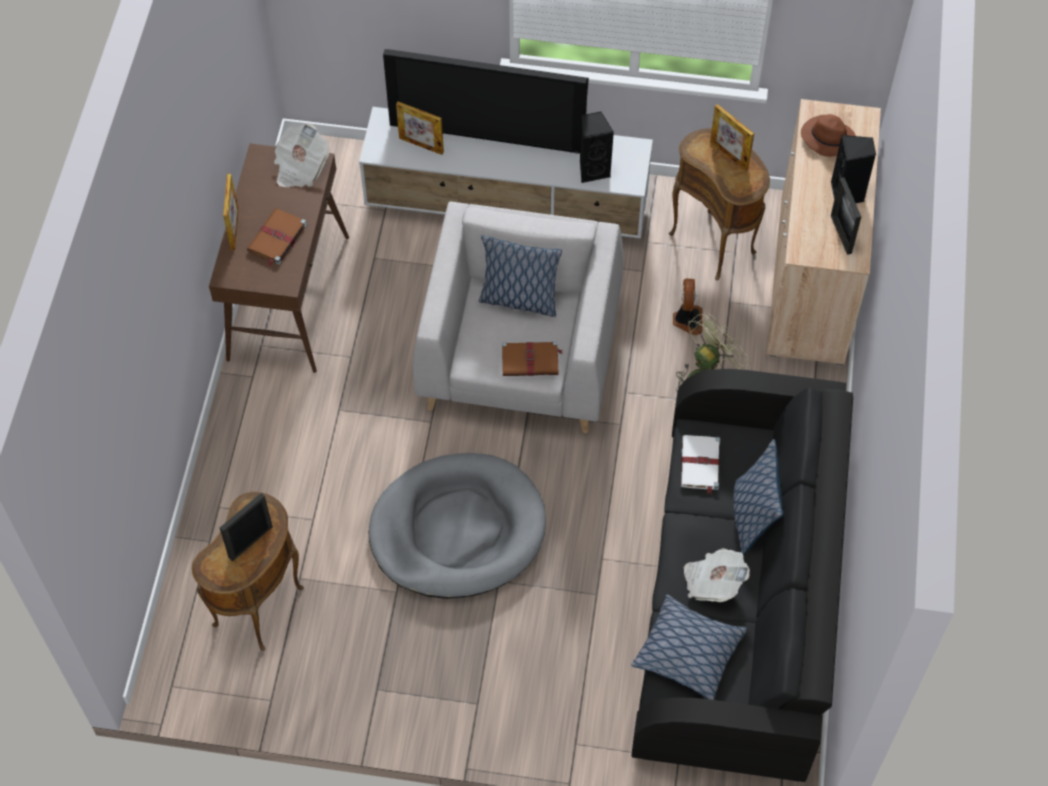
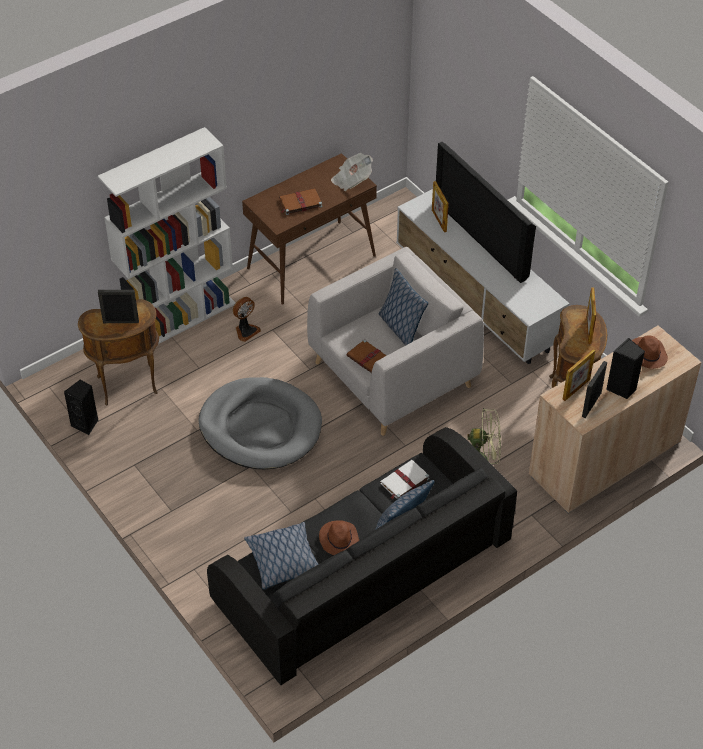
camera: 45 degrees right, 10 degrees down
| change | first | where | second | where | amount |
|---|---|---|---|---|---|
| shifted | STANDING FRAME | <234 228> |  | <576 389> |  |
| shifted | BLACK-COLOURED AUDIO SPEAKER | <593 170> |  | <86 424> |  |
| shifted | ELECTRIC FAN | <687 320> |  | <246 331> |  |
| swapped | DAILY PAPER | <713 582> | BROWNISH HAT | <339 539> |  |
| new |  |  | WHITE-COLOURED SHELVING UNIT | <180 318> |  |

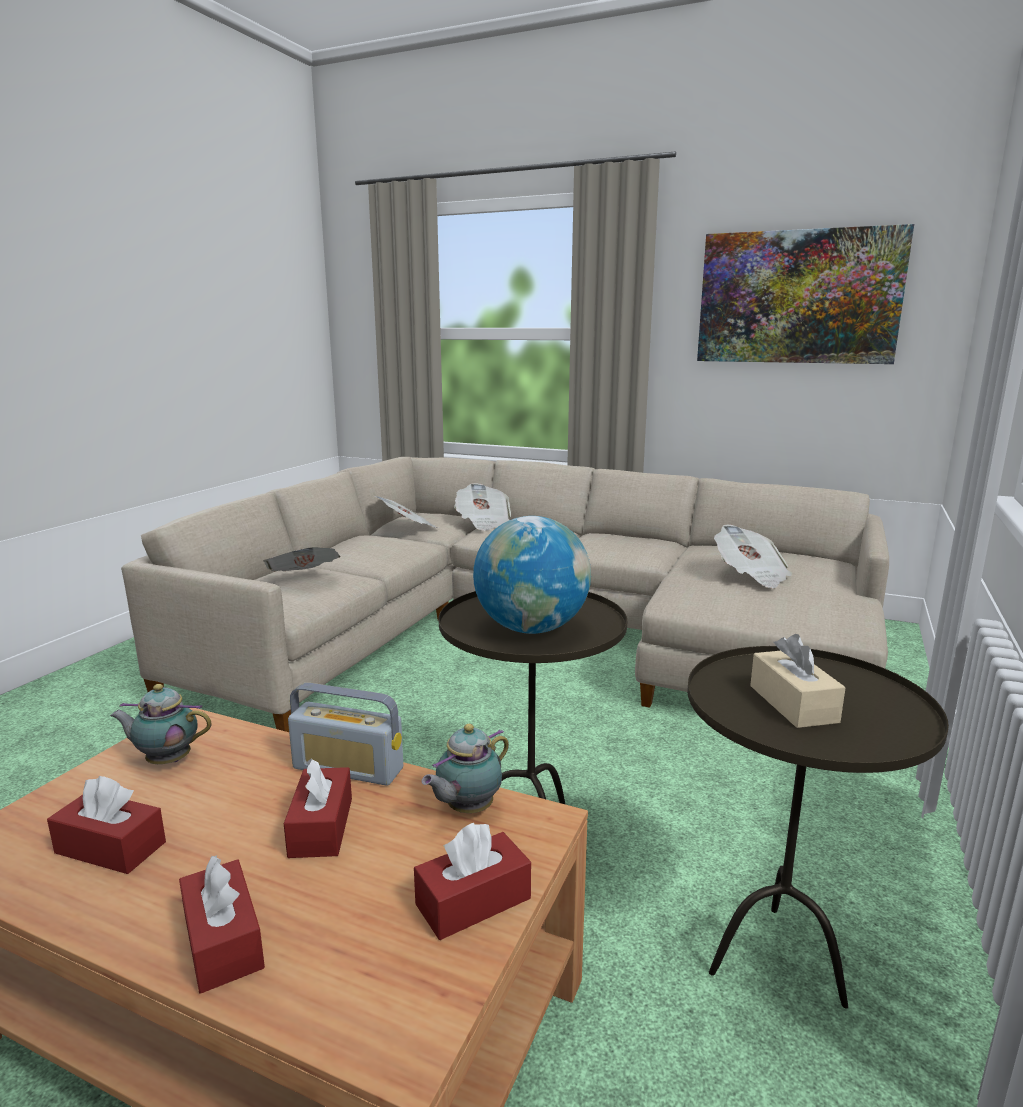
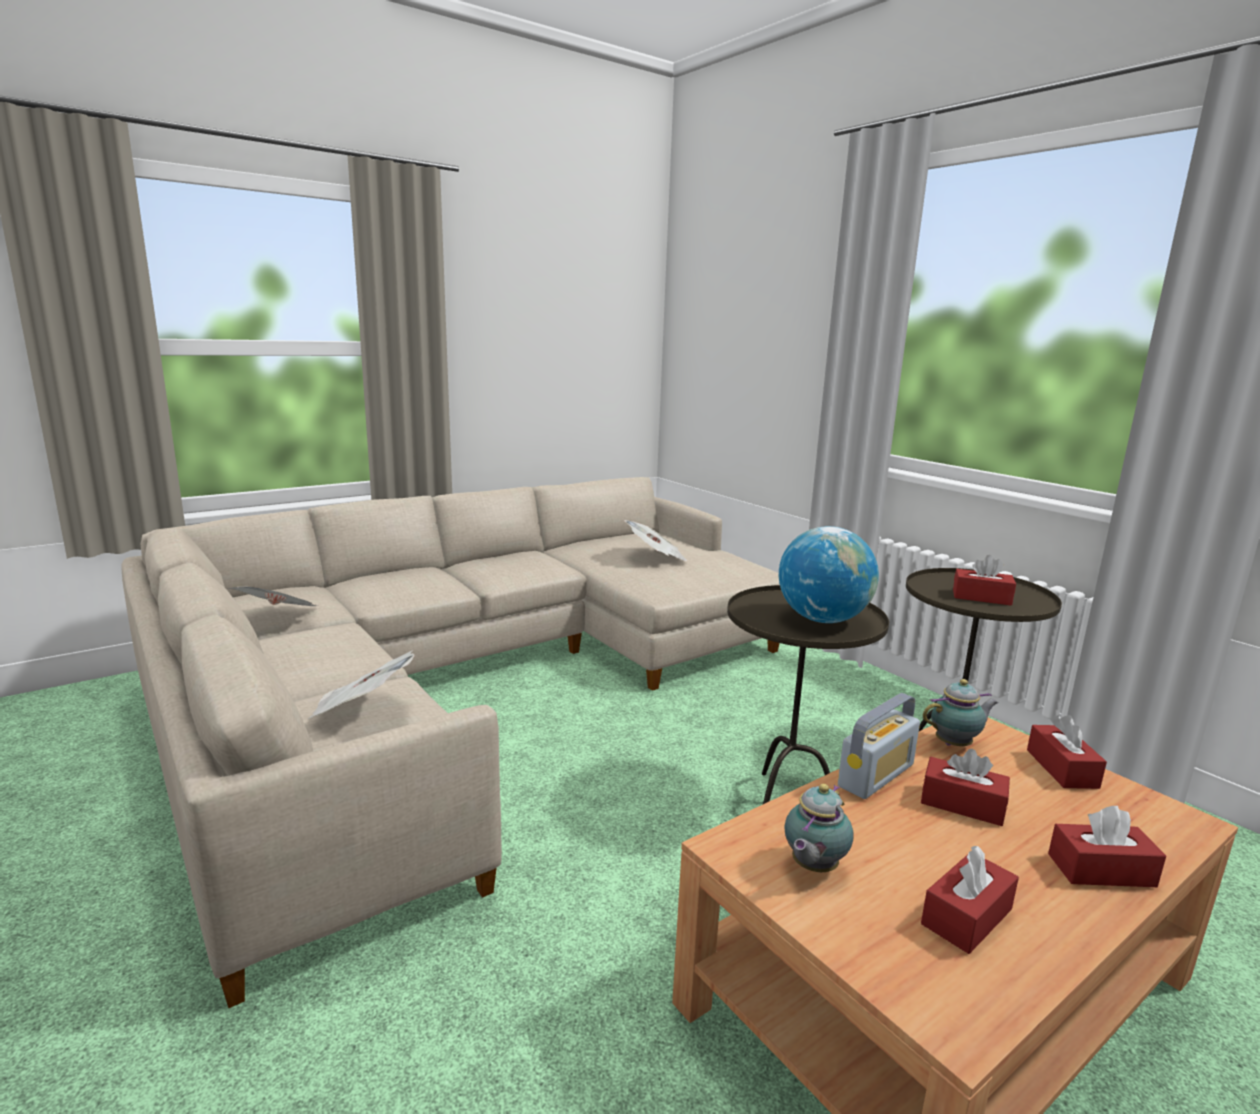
camera: 60 degrees left, 0 degrees up
| change | first | where | second | where | amount |
|---|---|---|---|---|---|
| rotated | TEA POT | <467 809> |  | <955 744> | 90 degrees counterclockwise |
| gone | DAILY PAPER | <483 523> |  |  |  |
| gone | PICTURE | <798 297> |  |  |  |
| repainted | SAND-COLOURED TISSUE BOX | <793 704> | RED-COLOURED TISSUE BOX | <981 597> |  |

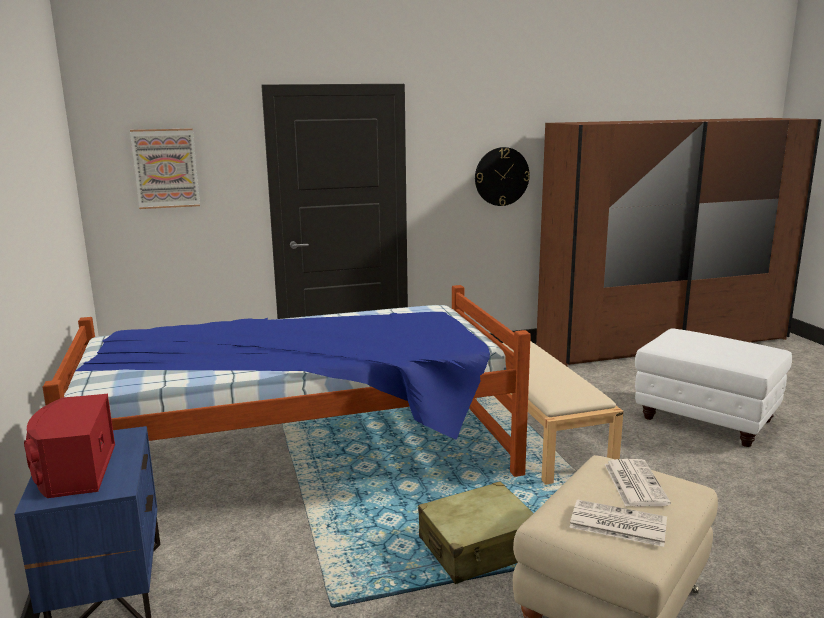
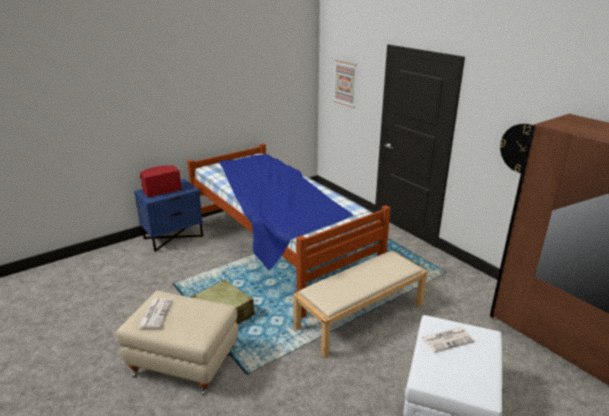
camera: 70 degrees right, 10 degrees up
| change | first | where | second | where | amount |
|---|---|---|---|---|---|
| shifted | DAILY PAPER | <634 483> |  | <447 339> |  |

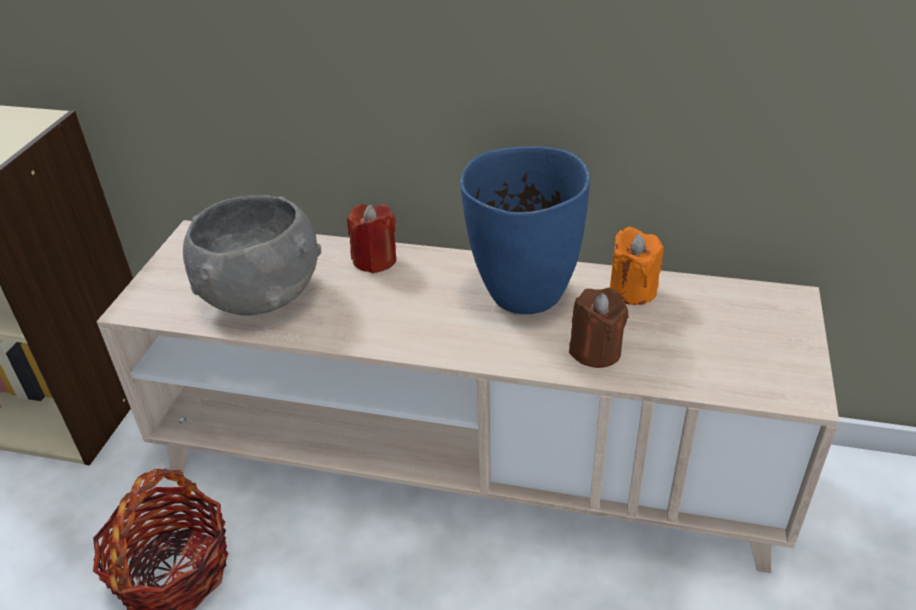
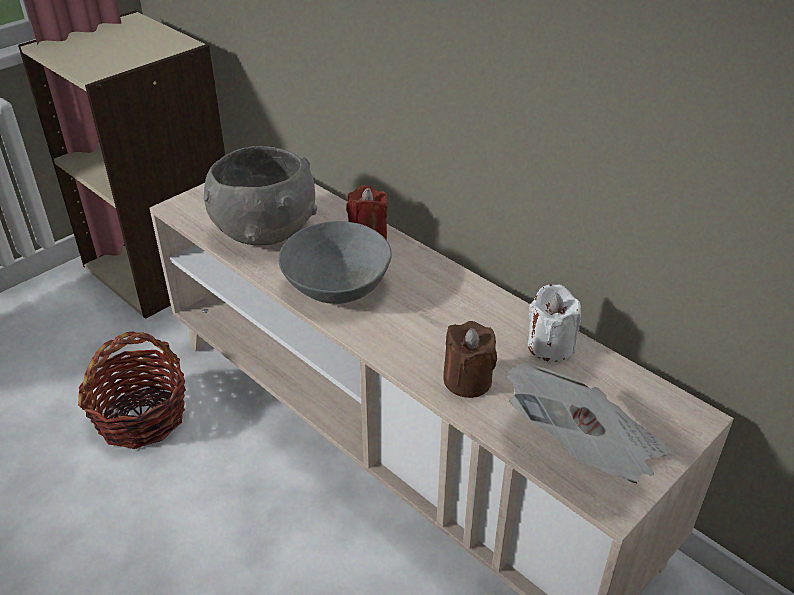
camera: 30 degrees right, 0 degrees up
| change | first | where | second | where | amount |
|---|---|---|---|---|---|
| gone | BLUISH DECORATIVE VASE | <523 294> |  |  |  |
| repainted | ORANGE-COLOURED WAX CANDLE | <632 290> | WHITE-COLOURED WAX CANDLE | <550 346> |  |
| new |  |  | GREY DEEP DISH | <336 285> |  |
| new |  |  | DAILY PAPER | <584 452> |  |

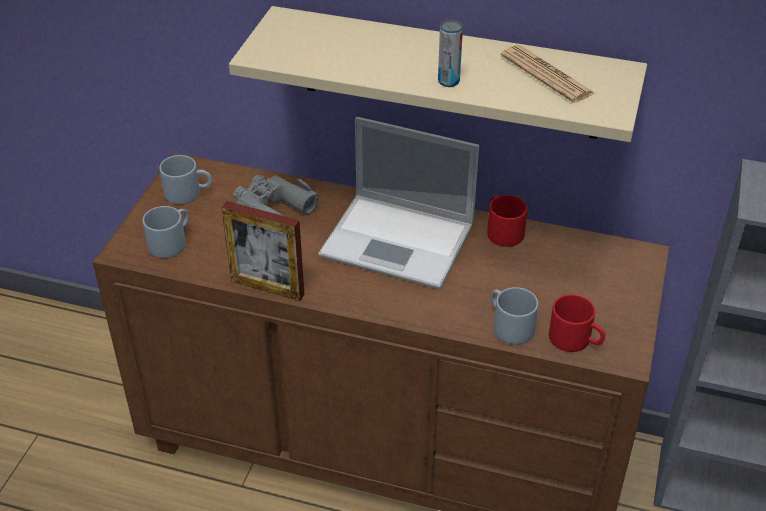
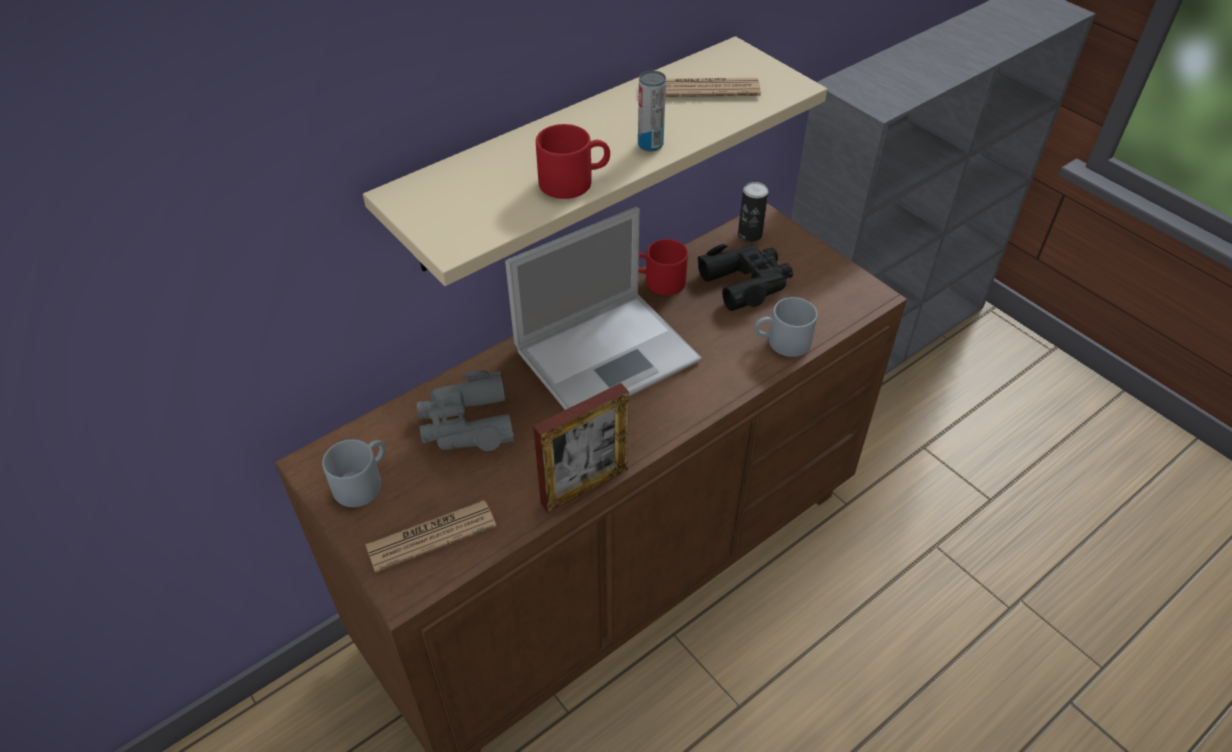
camera: 55 degrees left, 5 degrees up
| change | first | where | second | where | amount |
|---|---|---|---|---|---|
| swapped | GREY MUG | <171 241> | DAILY PAPER | <431 536> |  |
| shifted | RED-COLOURED MUG | <576 340> |  | <574 180> |  |
| new |  |  | BLACK-COLOURED PAIR OF BINOCULARS | <746 282> |  |
| new |  |  | METAL CAN | <750 235> |  |

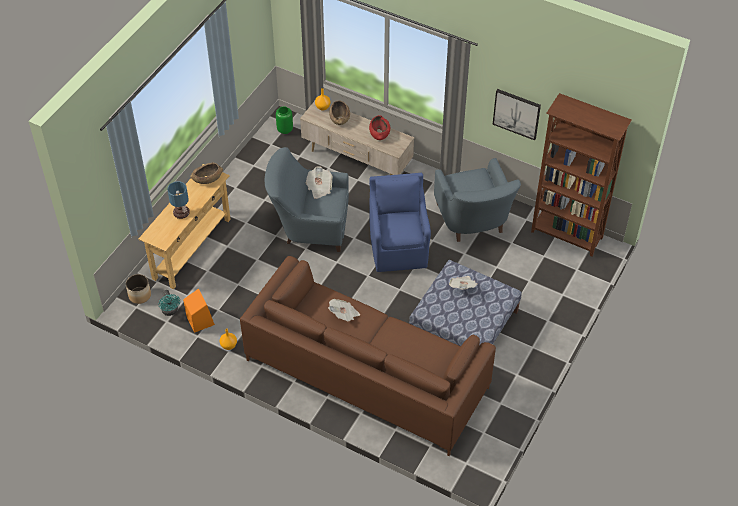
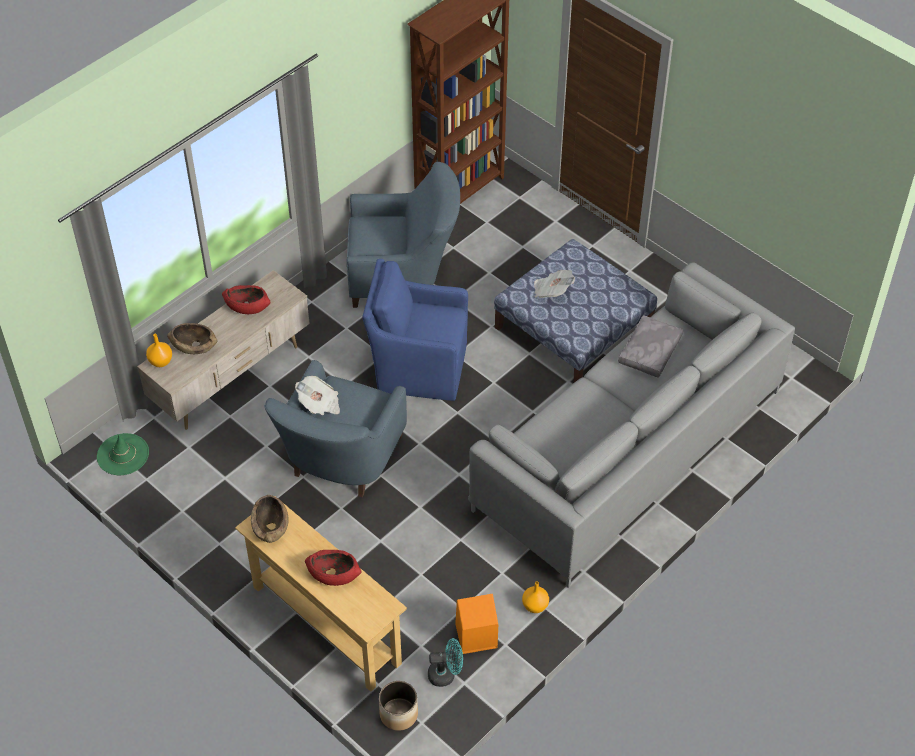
camera: 75 degrees left, 0 degrees up
| change | first | where | second | where | amount |
|---|---|---|---|---|---|
| swapped | TABLE LAMP | <180 213> | RED-COLOURED DEEP DISH | <333 574> |  |
| repainted | BROWNISH COUCH | <367 373> | GREY COUCH | <628 449> |  |
| swapped | GREENISH DECORATIVE VASE | <285 129> | GREENISH HAT | <123 454> |  |
| gone | DAILY PAPER | <344 315> |  |  |  |
| gone | PICTURE | <516 113> |  |  |  |
| new |  |  | GREY CUSHION | <650 352> |  |

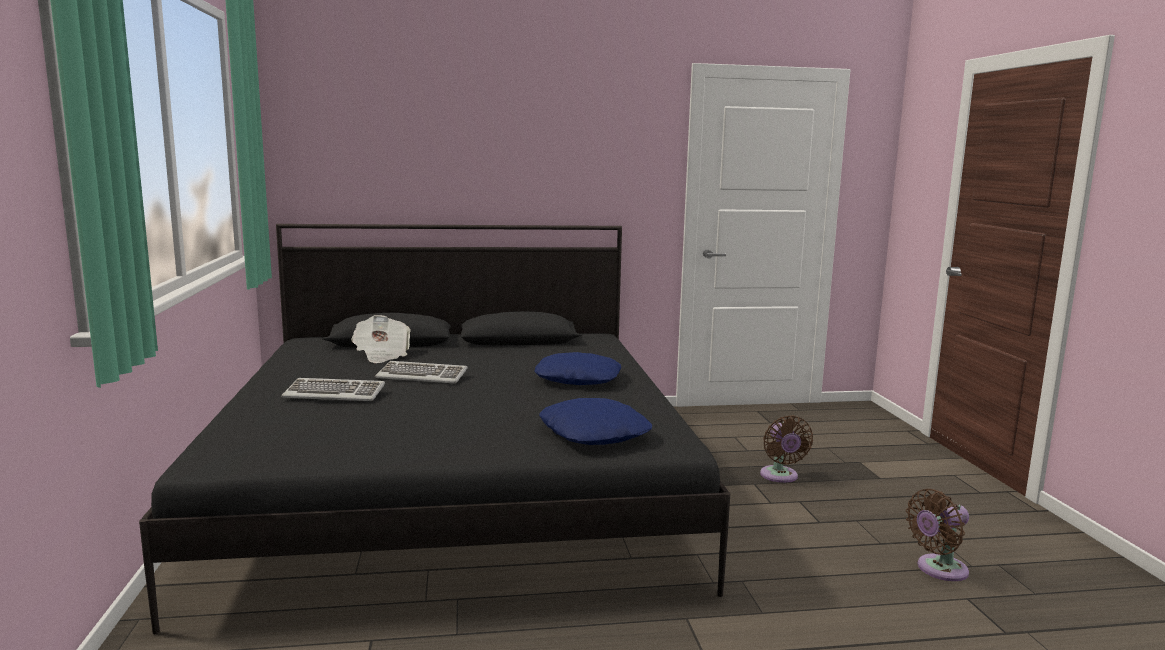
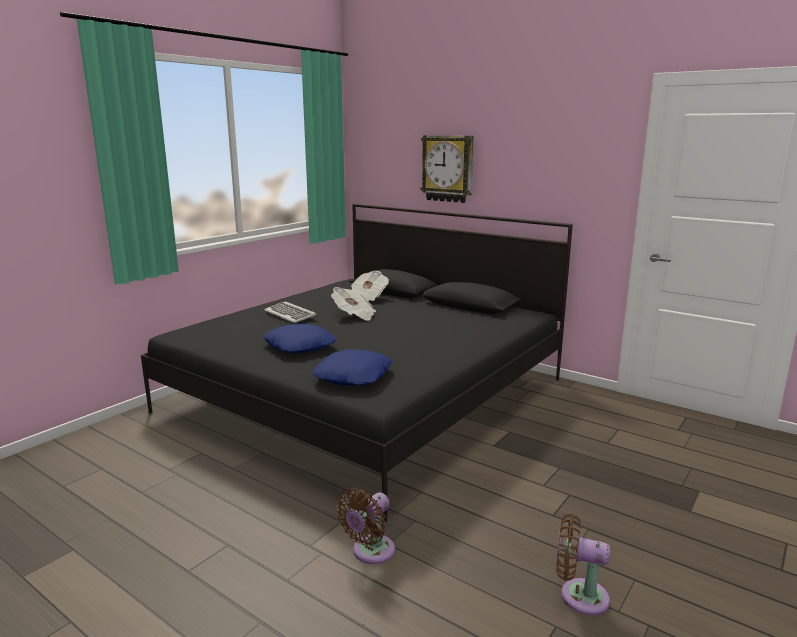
camera: 45 degrees right, 5 degrees up
| change | first | where | second | where | amount |
|---|---|---|---|---|---|
| swapped | PC KEYBOARD | <422 376> | DAILY PAPER | <354 315> |  |
| shifted | BLUISH CUSHION | <578 378> |  | <300 346> |  |
| shifted | BROWNISH ELECTRIC FAN | <780 477> |  | <370 552> |  |
| new |  |  | CLOCK ON THE WALL | <448 168> |  |

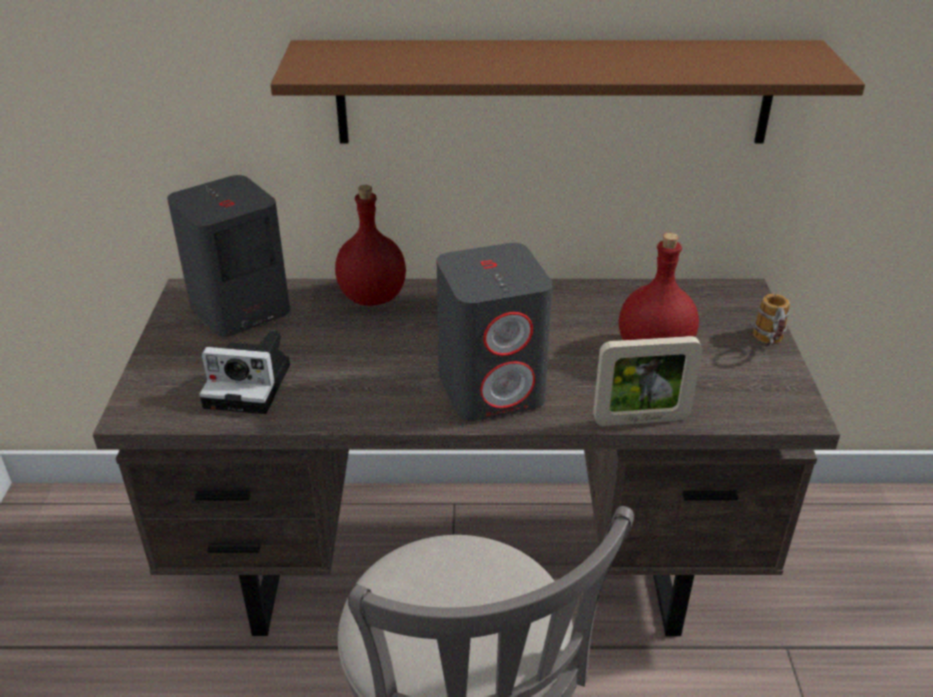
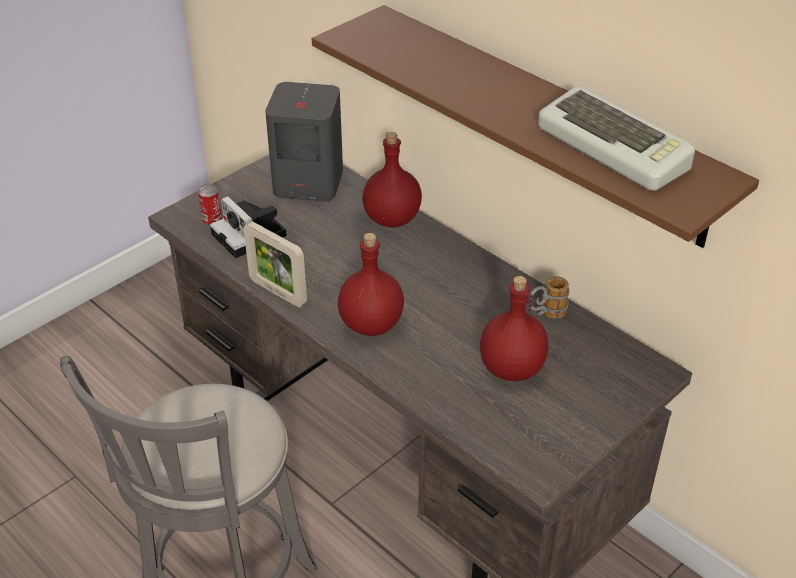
camera: 45 degrees right, 5 degrees up
| change | first | where | second | where | amount |
|---|---|---|---|---|---|
| swapped | GREY AUDIO SPEAKER | <492 388> | RED-COLOURED BEVERAGE BOTTLE | <372 324> |  |
| shifted | STANDING FRAME | <640 419> |  | <278 292> |  |
| shifted | MUG | <769 343> |  | <544 315> |  |
| new |  |  | METAL CAN | <212 220> |  |
| new |  |  | PC KEYBOARD | <615 148> |  |

